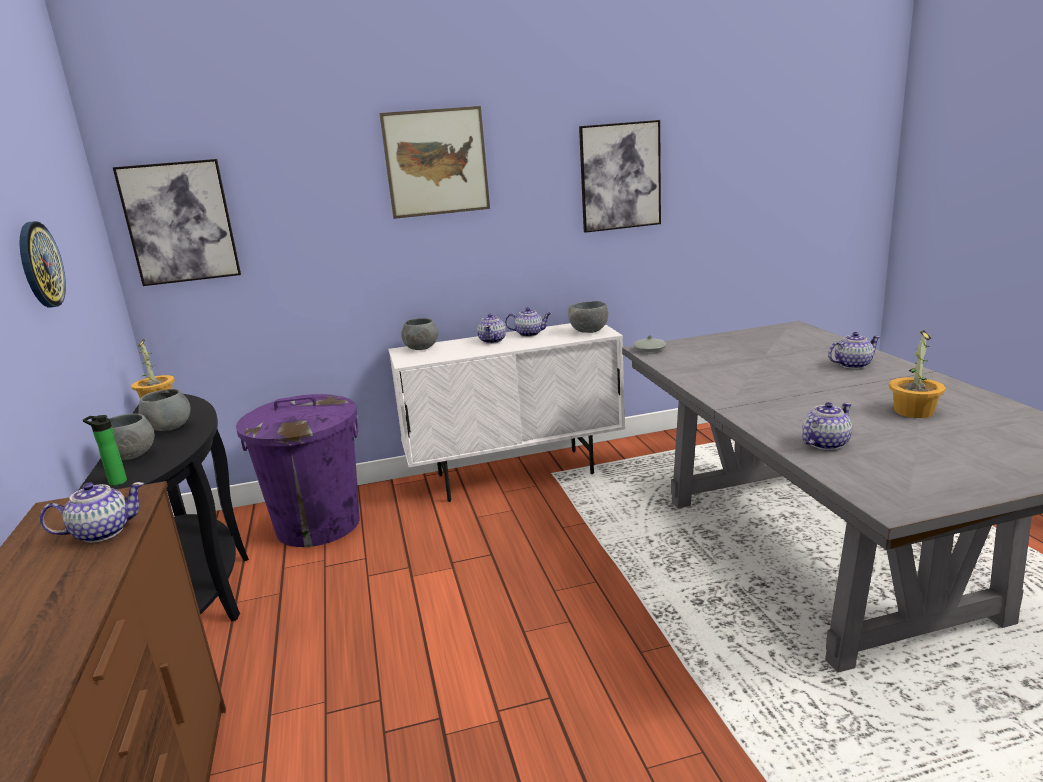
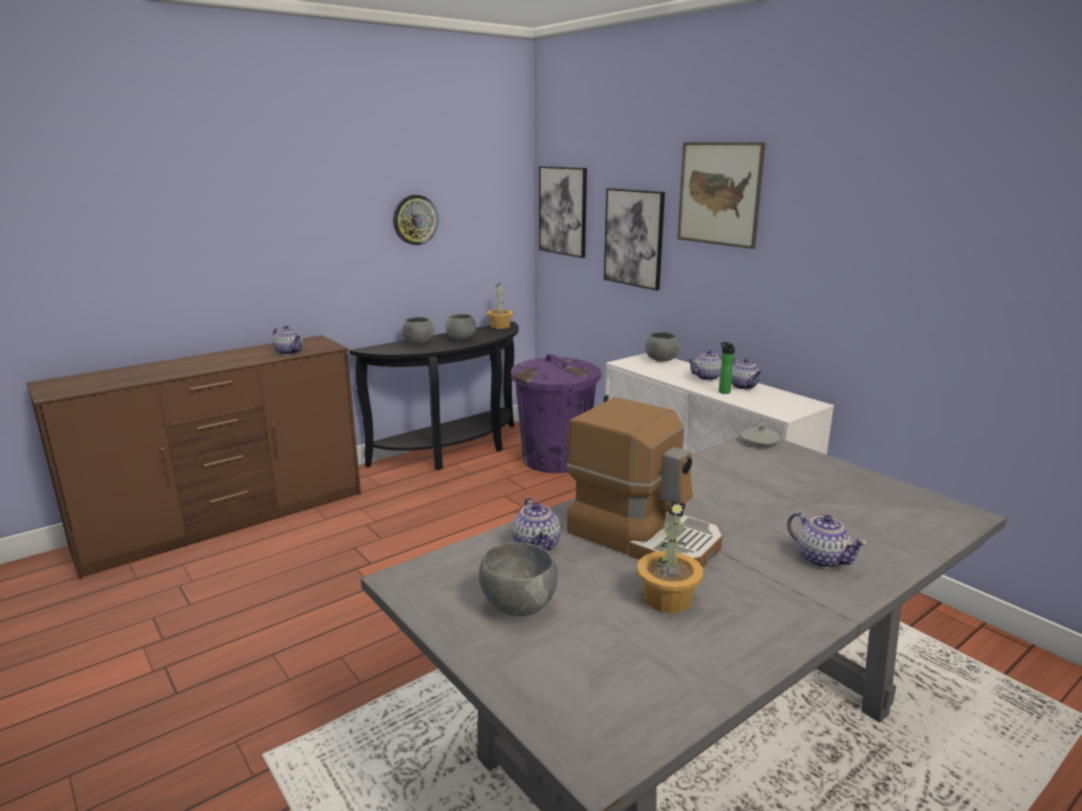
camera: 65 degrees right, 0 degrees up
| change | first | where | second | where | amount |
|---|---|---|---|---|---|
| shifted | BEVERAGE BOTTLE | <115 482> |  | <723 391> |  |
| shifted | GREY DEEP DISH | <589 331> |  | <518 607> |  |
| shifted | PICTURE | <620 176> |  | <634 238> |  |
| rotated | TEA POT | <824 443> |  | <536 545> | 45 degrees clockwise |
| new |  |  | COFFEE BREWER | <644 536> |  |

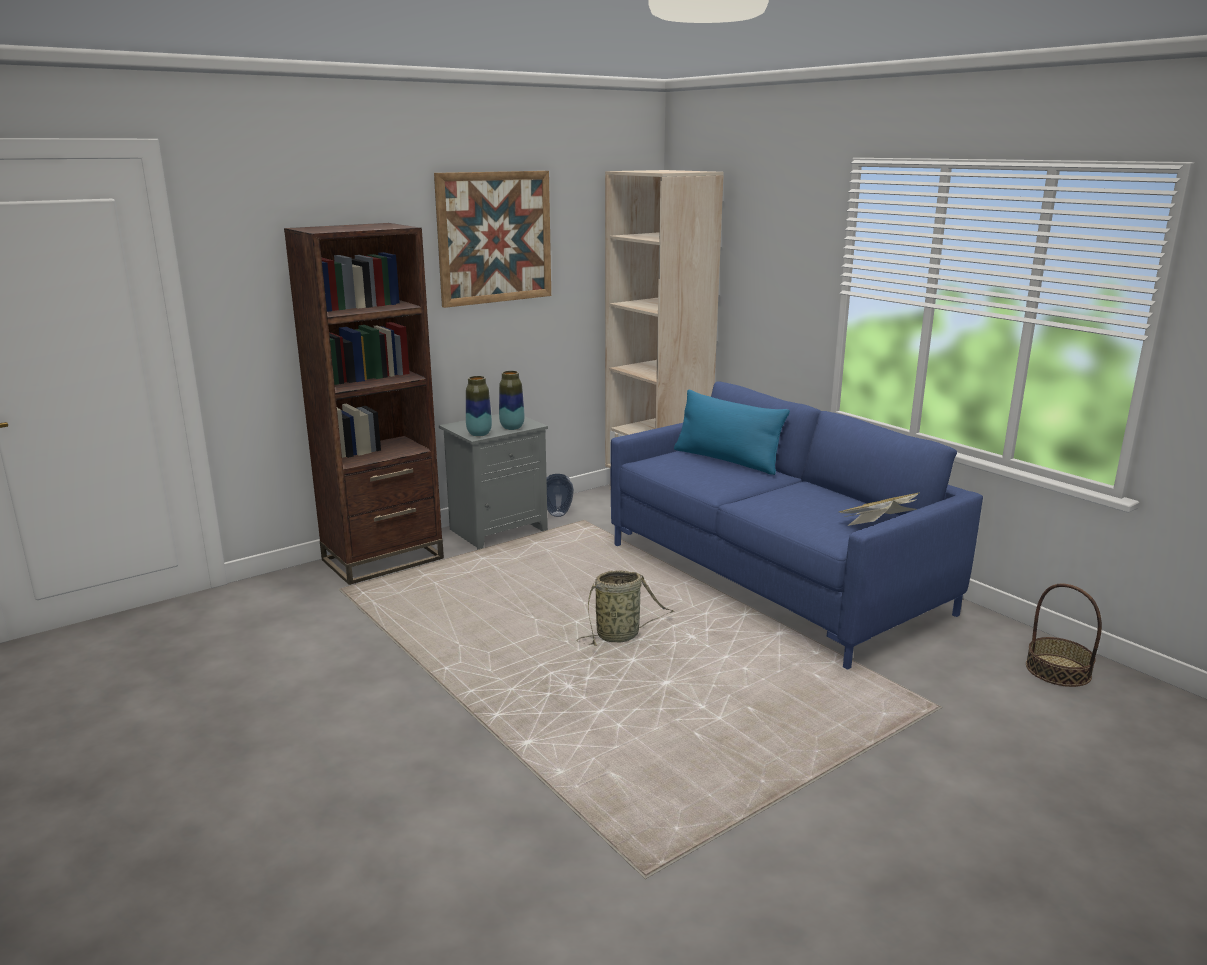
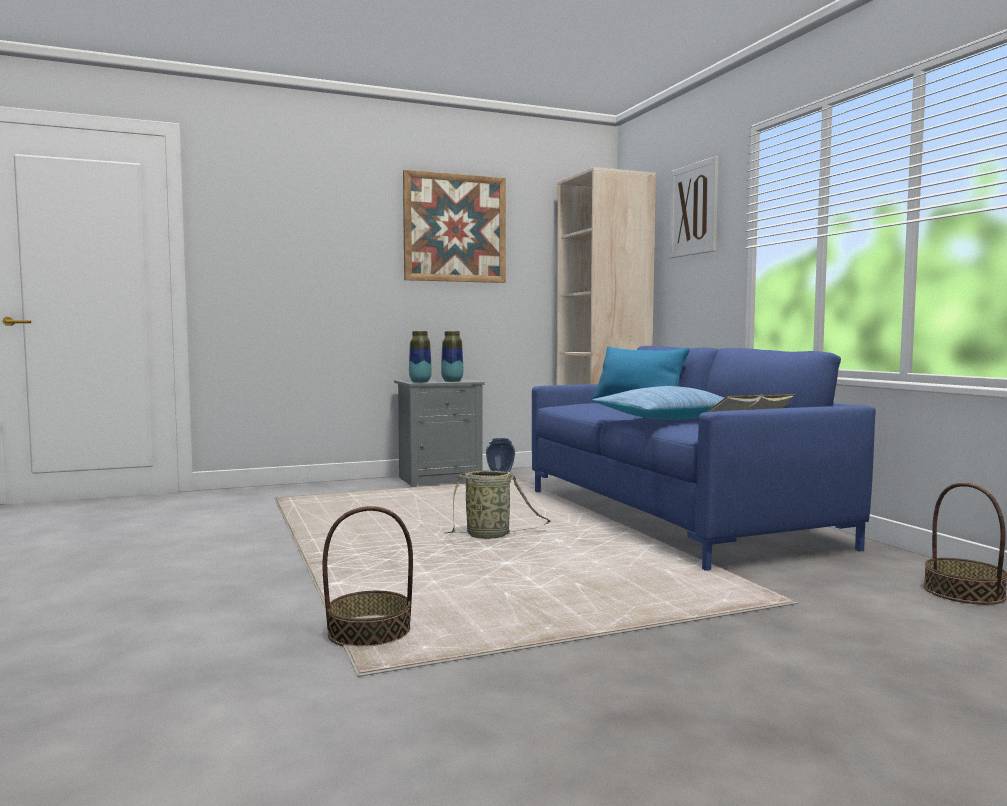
camera: 15 degrees right, 15 degrees down
| change | first | where | second | where | amount |
|---|---|---|---|---|---|
| gone | BROWNISH SHELVING UNIT | <383 559> |  |  |  |
| new |  |  | STORAGE BASKET | <369 632> |  |
| new |  |  | CUSHION | <664 419> |  |
| new |  |  | PICTURE | <693 209> |  |

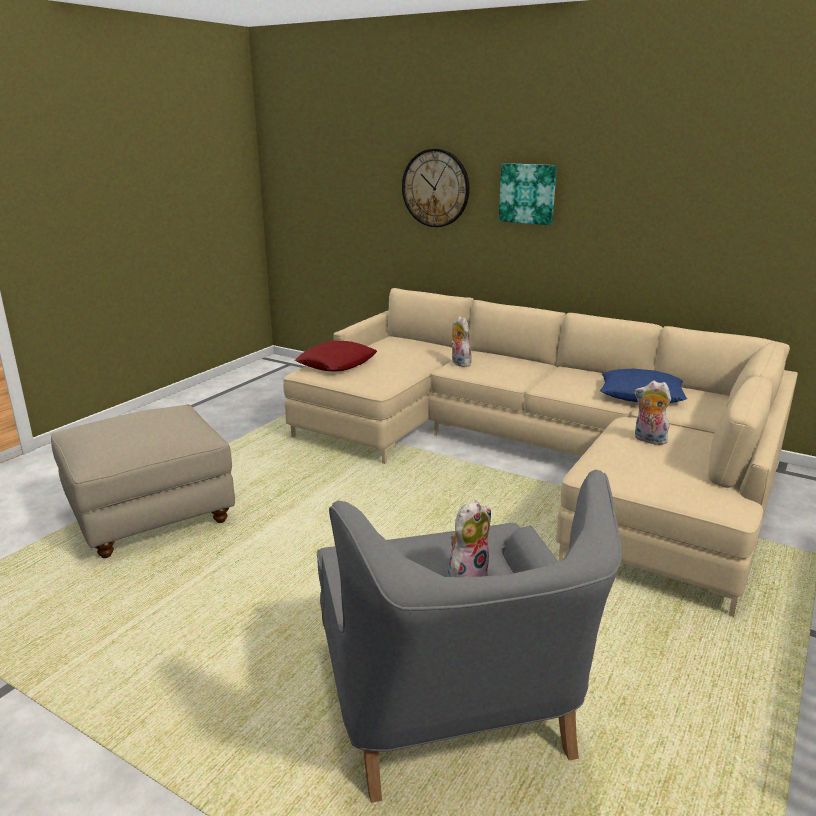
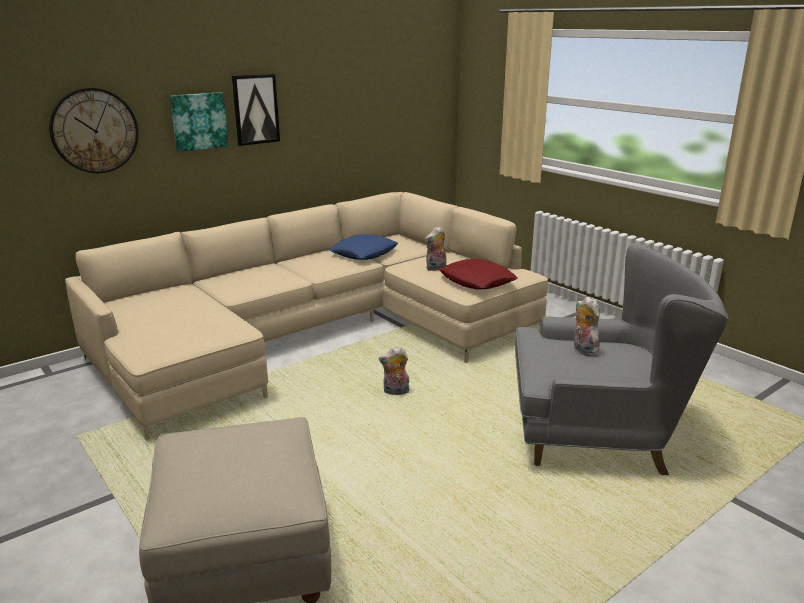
camera: 70 degrees left, 0 degrees up
| change | first | where | second | where | amount |
|---|---|---|---|---|---|
| shifted | RED-COLOURED CUSHION | <337 363> |  | <477 281> |  |
| shifted | PLUSH TOY | <459 363> |  | <395 393> |  |
| new |  |  | PICTURE | <255 109> |  |

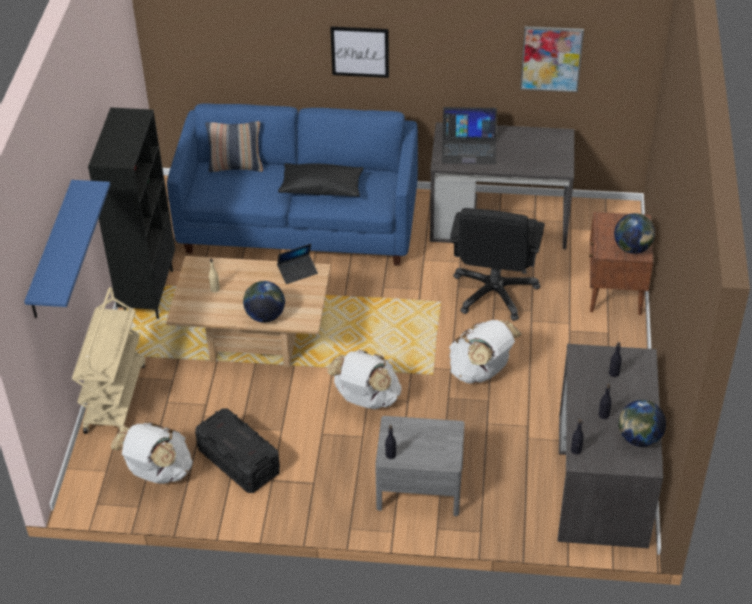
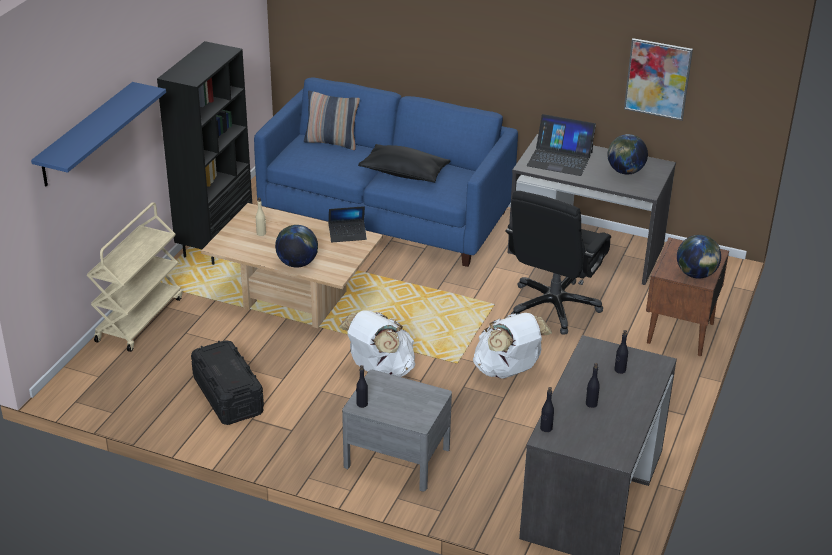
camera: 15 degrees right, 10 degrees down
| change | first | where | second | where | amount |
|---|---|---|---|---|---|
| gone | WHITE-COLOURED KNAPSACK | <158 472> |  |  |  |
| gone | PICTURE | <360 51> |  |  |  |
| shifted | DESK GLOBE | <639 438> |  | <625 172> |  |

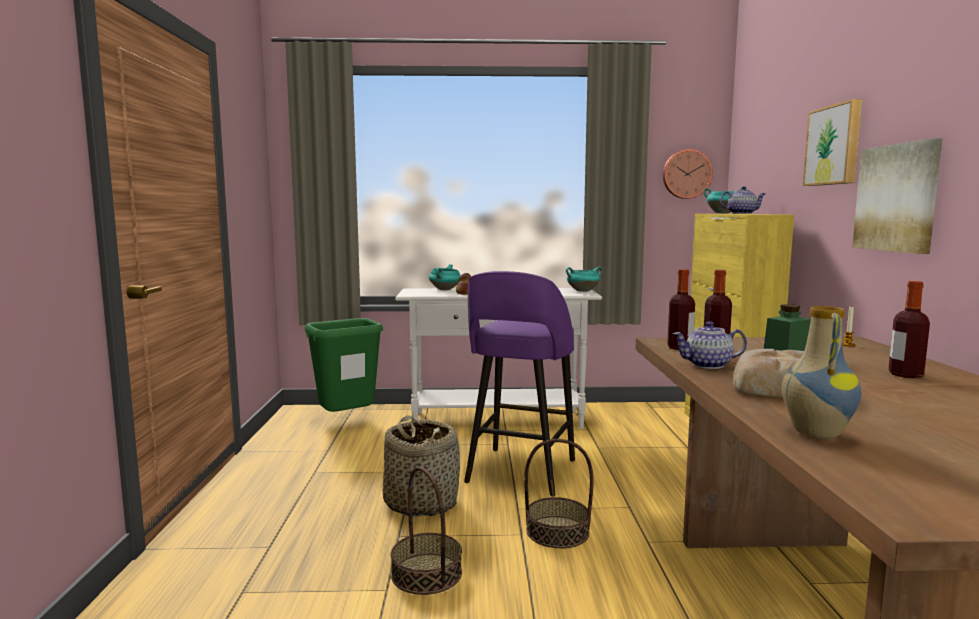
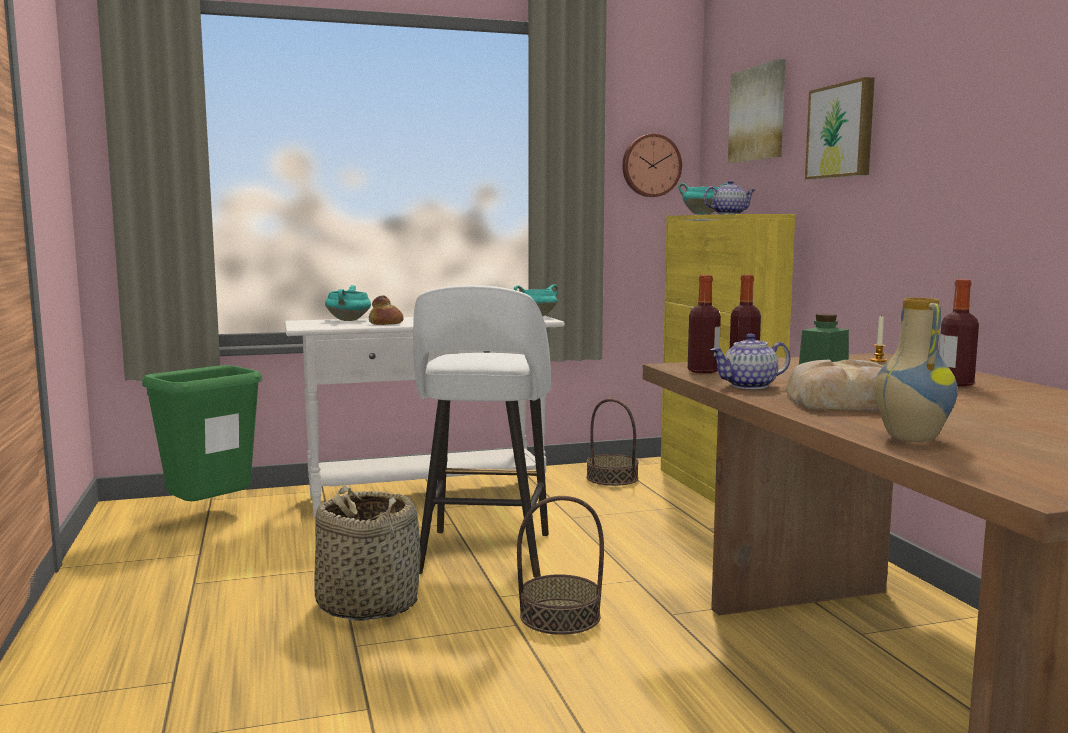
camera: 15 degrees left, 0 degrees up
| change | first | where | second | where | amount |
|---|---|---|---|---|---|
| shifted | STORAGE BASKET | <427 573> |  | <612 478> |  |
| repainted | PURPLE STOOL SEAT | <520 472> | WHITE-COLOURED STOOL SEAT | <484 555> |  |
| shifted | PICTURE | <897 198> |  | <758 114> |  |

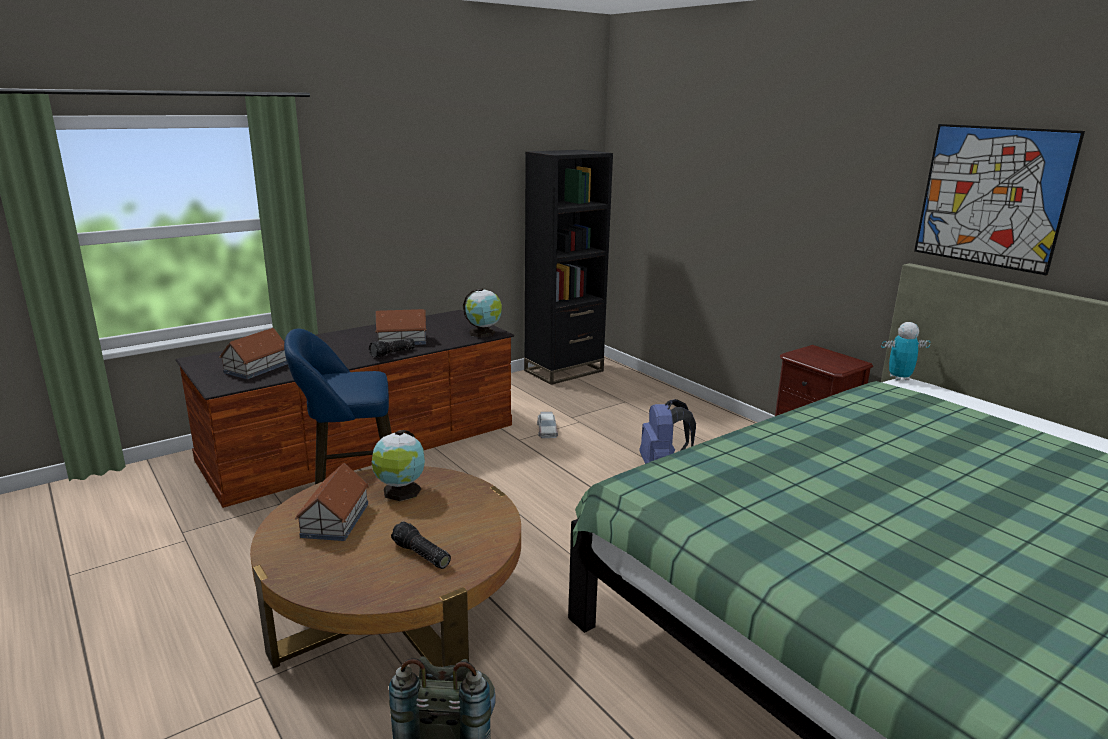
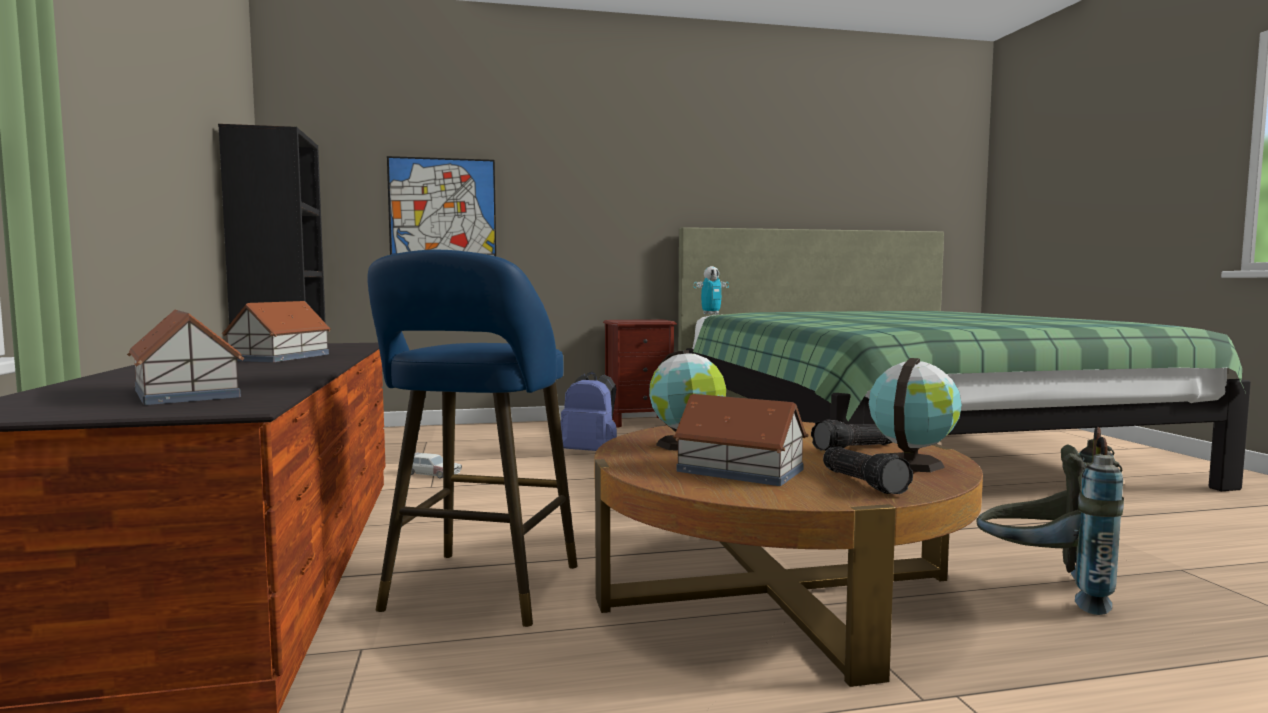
camera: 65 degrees left, 15 degrees down
| change | first | where | second | where | amount |
|---|---|---|---|---|---|
| shifted | HAND TORCH | <393 353> |  | <865 483> |  |
| shifted | DESK GLOBE | <483 333> |  | <911 463> |  |
| rotated | MODEL ROBOT | <899 378> |  | <711 314> | 135 degrees counterclockwise |
| shifted | PICTURE | <991 196> |  | <442 211> |  |

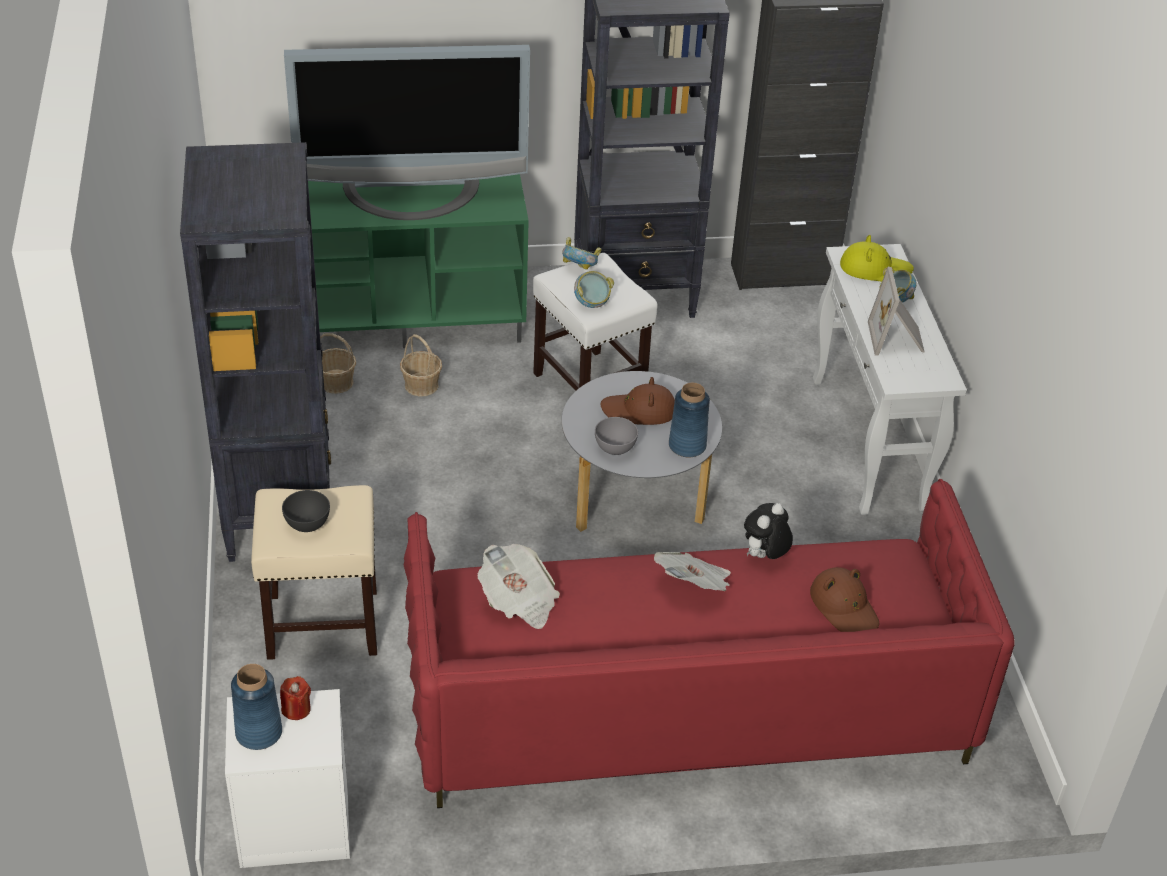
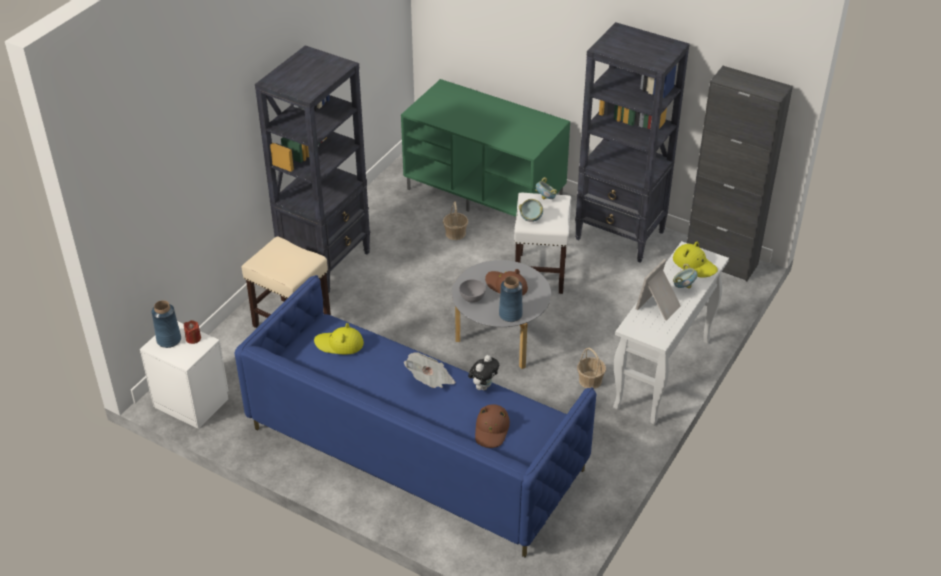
camera: 40 degrees right, 0 degrees up
| change | first | where | second | where | amount |
|---|---|---|---|---|---|
| gone | GREY DEEP DISH | <307 524> |  |  |  |
| gone | TV | <411 193> |  |  |  |
| shifted | STORAGE BASKET | <336 382> |  | <590 380> |  |
| repainted | RED-COLOURED COUCH | <686 705> | BLUISH COUCH | <415 449> |  |
| swapped | DAILY PAPER | <519 601> | YELLOW HAT | <339 344> |  |
| rotated | PLUSH TOY | <764 556> |  | <483 386> | 135 degrees clockwise |

